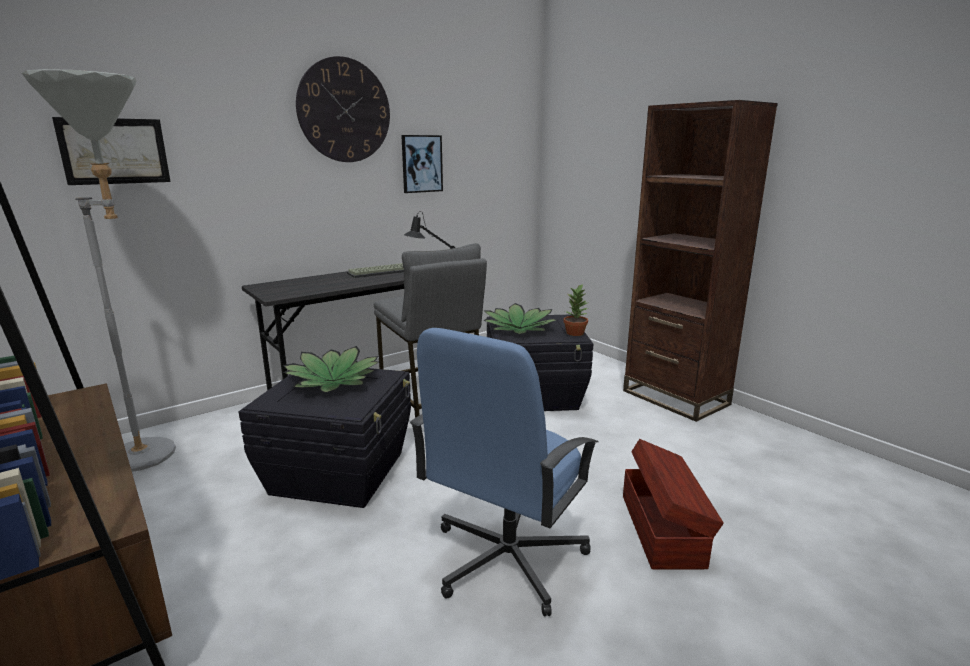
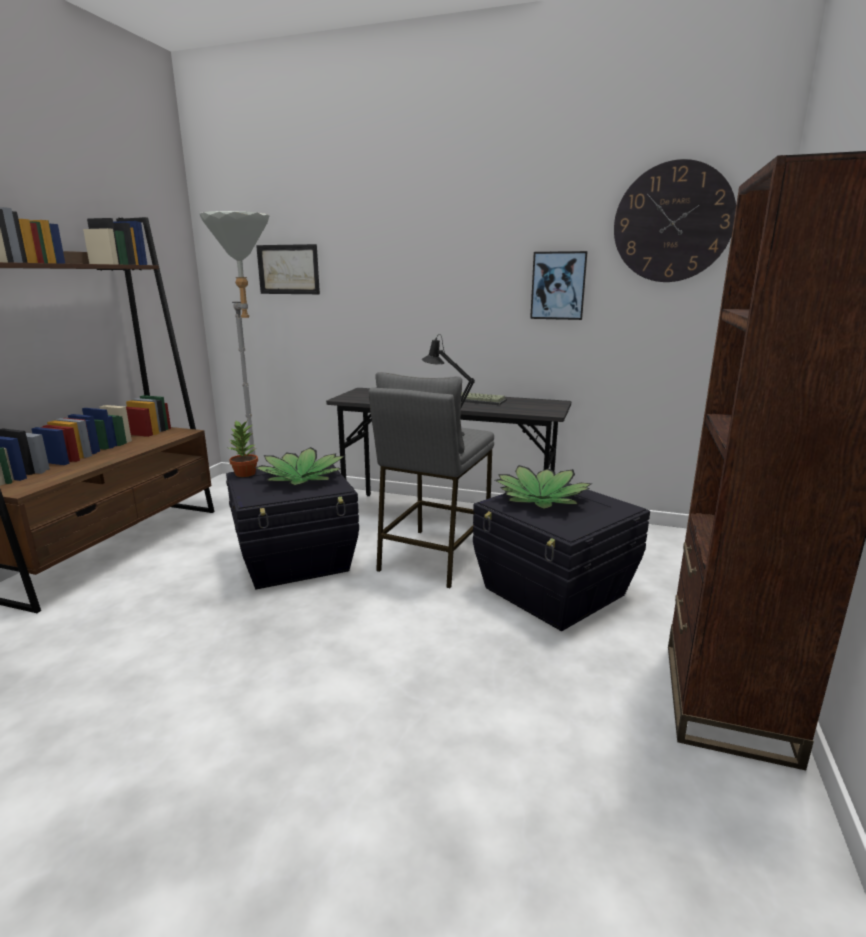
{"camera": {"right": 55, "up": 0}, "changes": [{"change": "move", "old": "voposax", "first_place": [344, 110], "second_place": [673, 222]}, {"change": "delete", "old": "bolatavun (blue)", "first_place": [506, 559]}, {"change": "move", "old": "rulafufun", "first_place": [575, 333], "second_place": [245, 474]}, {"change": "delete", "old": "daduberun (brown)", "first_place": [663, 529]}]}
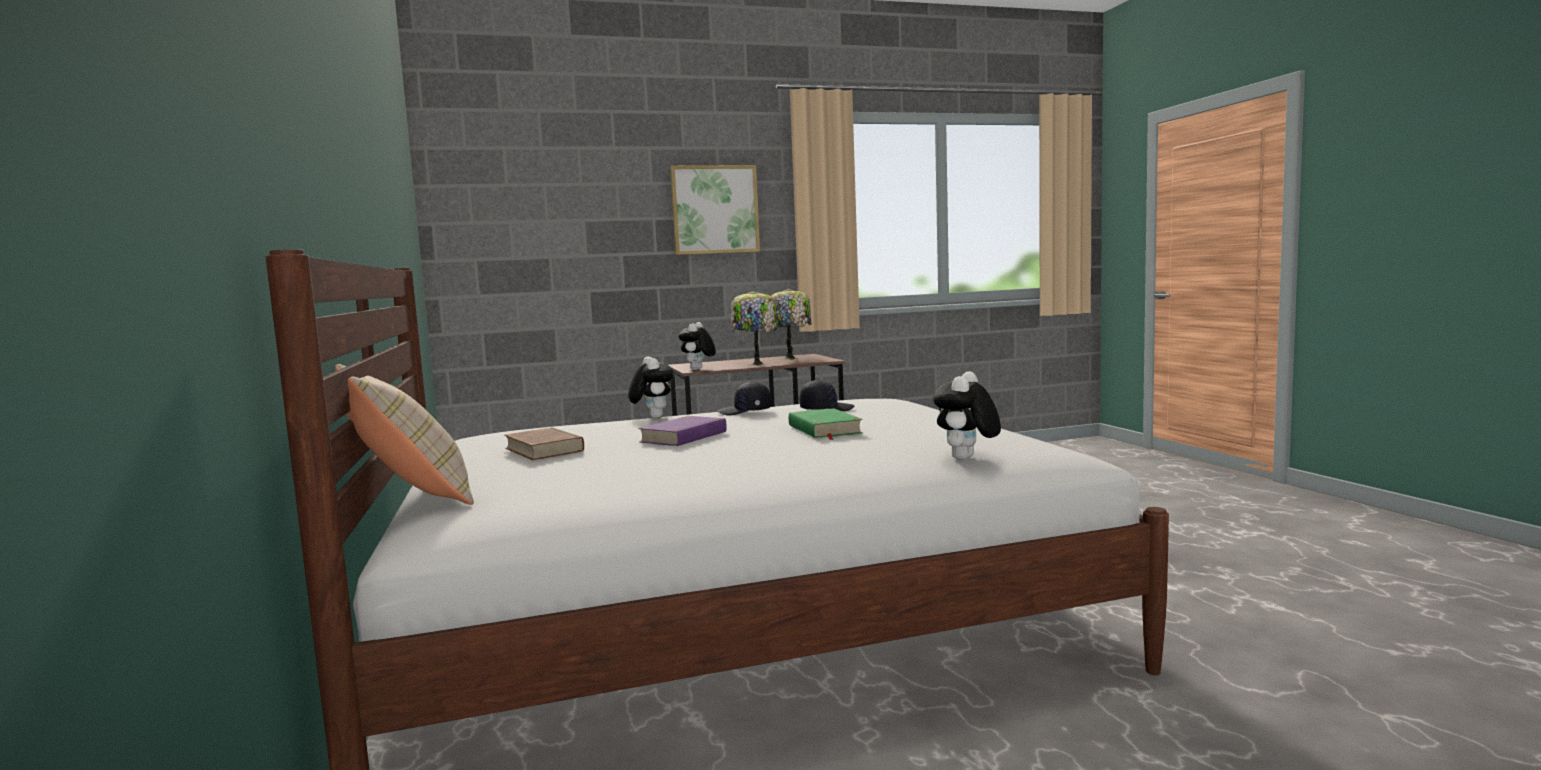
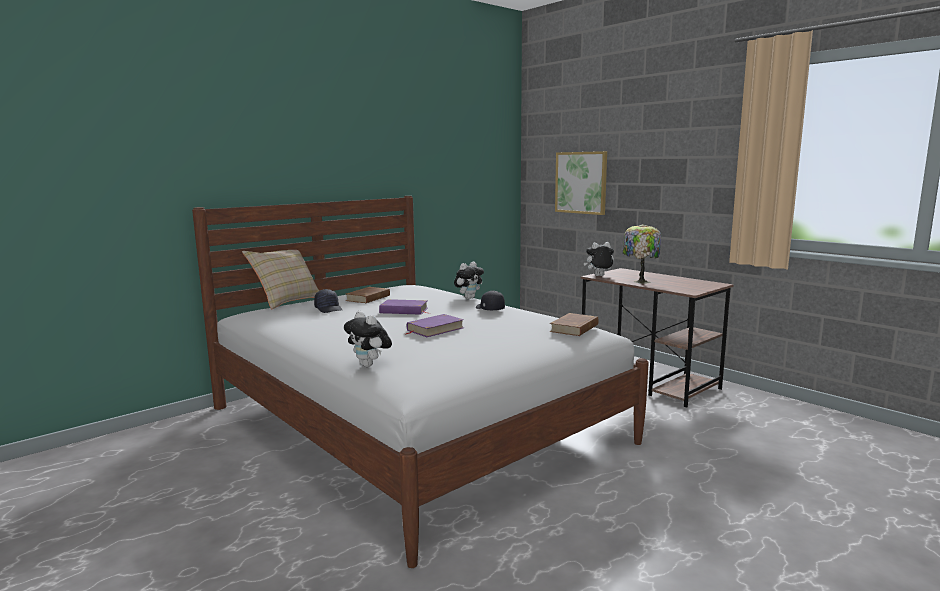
{"camera": {"right": 65, "up": 5}, "changes": [{"change": "move", "old": "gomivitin", "first_place": [715, 210], "second_place": [581, 182]}, {"change": "delete", "old": "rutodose", "first_place": [790, 359]}, {"change": "recolor", "old": "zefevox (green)", "new": "zefevox (purple)", "first_place": [824, 429], "second_place": [435, 329]}, {"change": "move", "old": "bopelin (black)", "first_place": [826, 409], "second_place": [329, 309]}, {"change": "rotate", "old": "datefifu", "first_place": [966, 459], "second_place": [369, 365], "degrees": -135}, {"change": "insert", "new": "zefevox (brown)", "second_place": [574, 328]}]}
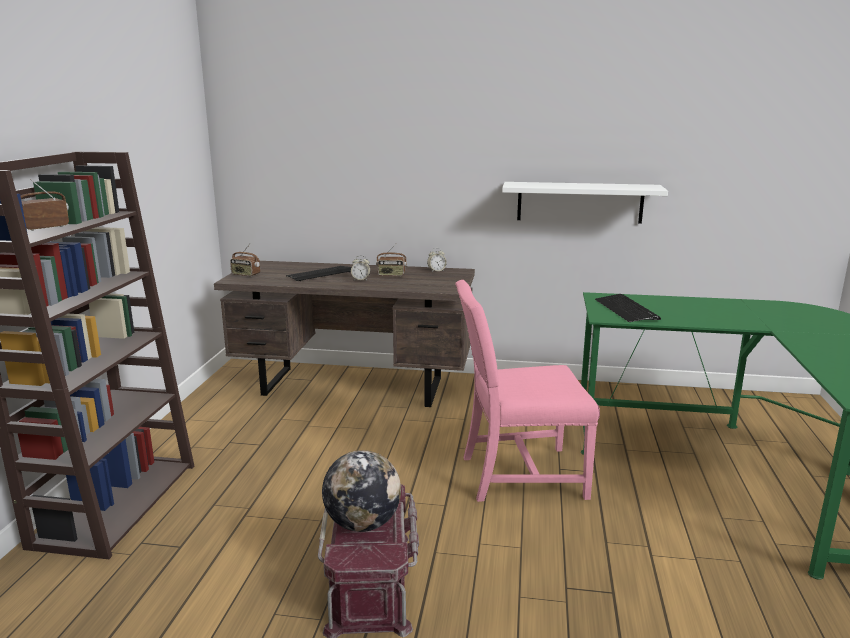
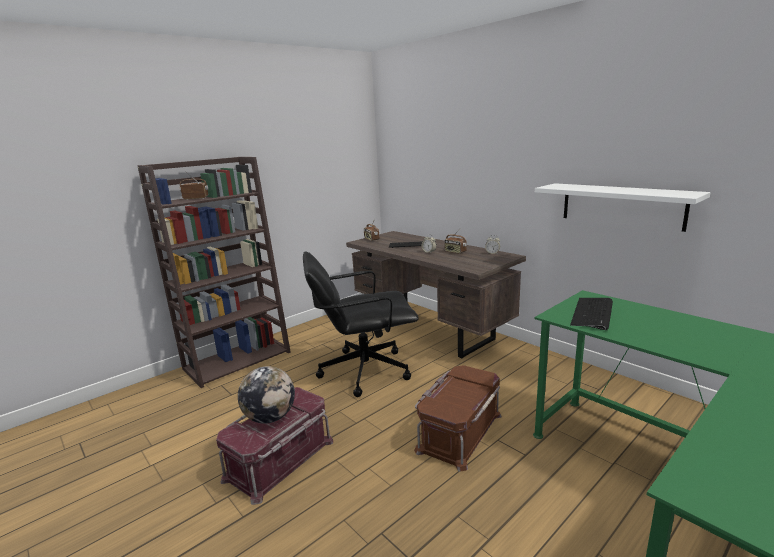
{"camera": {"right": 40, "up": 0}, "changes": [{"change": "replace", "old": "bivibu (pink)", "new": "daduberun (brown)", "first_place": [518, 475], "second_place": [458, 431]}, {"change": "insert", "new": "bolatavun (black)", "second_place": [363, 370]}]}
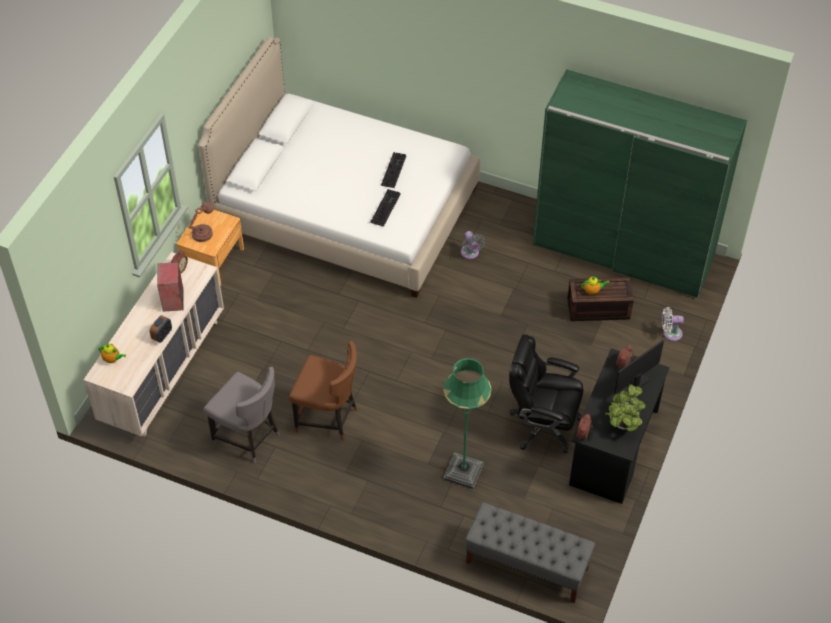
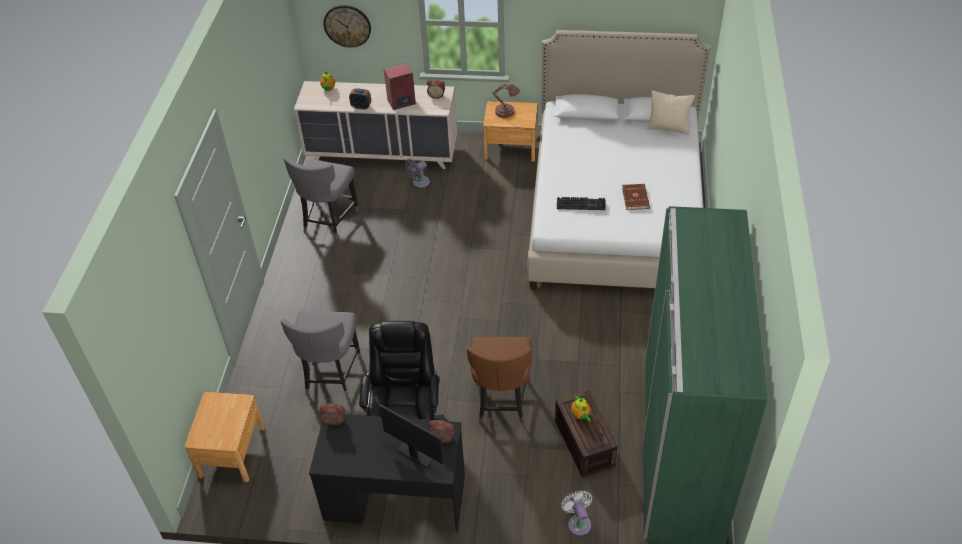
{"camera": {"right": 75, "up": -5}, "changes": [{"change": "move", "old": "bivibu (brown)", "first_place": [328, 419], "second_place": [501, 402]}, {"change": "replace", "old": "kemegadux", "new": "zefevox (brown)", "first_place": [393, 170], "second_place": [636, 198]}, {"change": "replace", "old": "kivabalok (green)", "new": "bivibu (grey)", "first_place": [463, 472], "second_place": [330, 376]}, {"change": "move", "old": "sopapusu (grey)", "first_place": [470, 253], "second_place": [419, 183]}, {"change": "replace", "old": "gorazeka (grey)", "new": "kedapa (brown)", "first_place": [526, 565], "second_place": [232, 452]}, {"change": "delete", "old": "rulafufun", "first_place": [622, 424]}, {"change": "insert", "new": "voposax", "second_place": [347, 25]}, {"change": "insert", "new": "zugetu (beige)", "second_place": [668, 128]}]}
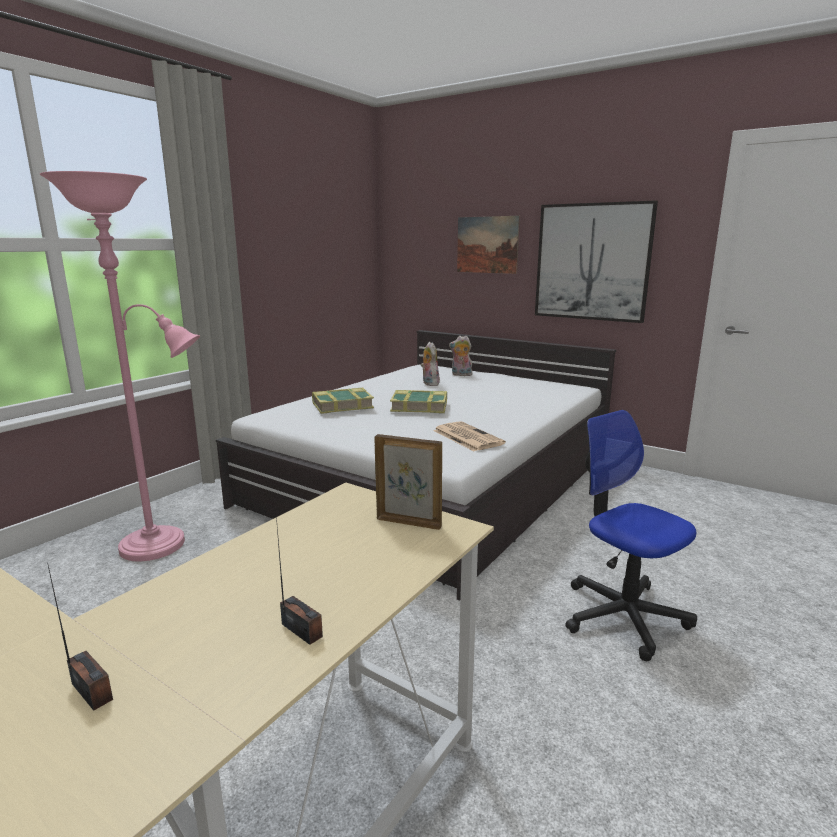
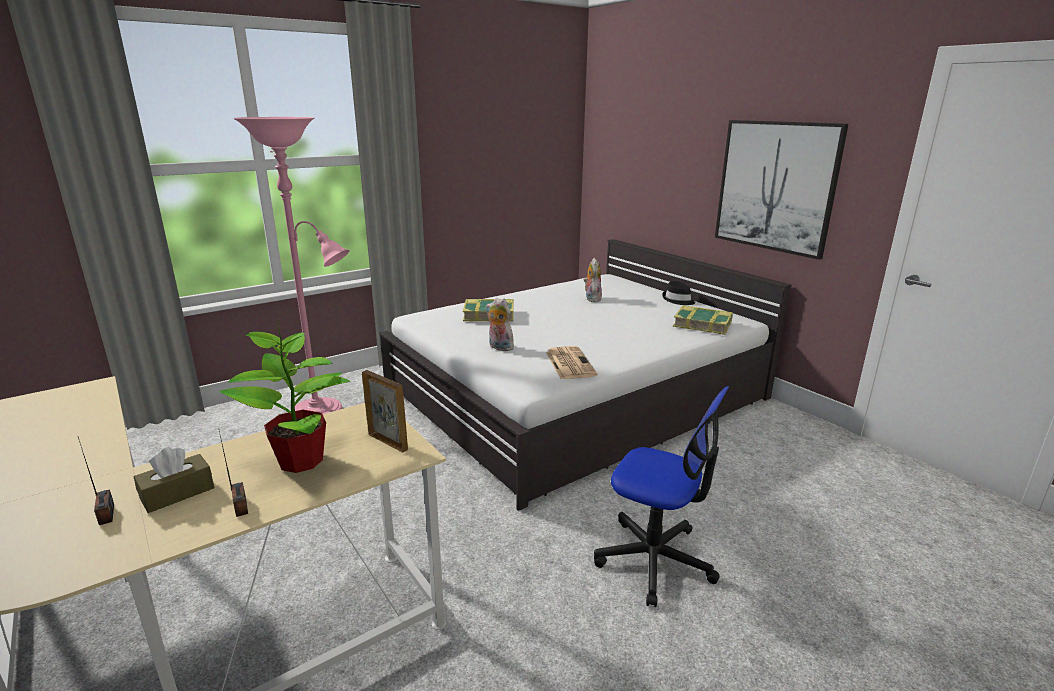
{"camera": {"right": 20, "up": 5}, "changes": [{"change": "move", "old": "zefevox", "first_place": [419, 407], "second_place": [702, 324]}, {"change": "move", "old": "datefifu", "first_place": [461, 375], "second_place": [499, 347]}, {"change": "delete", "old": "gomivitin", "first_place": [487, 245]}, {"change": "rotate", "old": "bolatavun", "first_place": [623, 616], "second_place": [655, 560], "degrees": 135}, {"change": "insert", "new": "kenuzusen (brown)", "second_place": [177, 493]}, {"change": "insert", "new": "rulafufun", "second_place": [302, 461]}, {"change": "insert", "new": "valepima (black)", "second_place": [678, 300]}]}
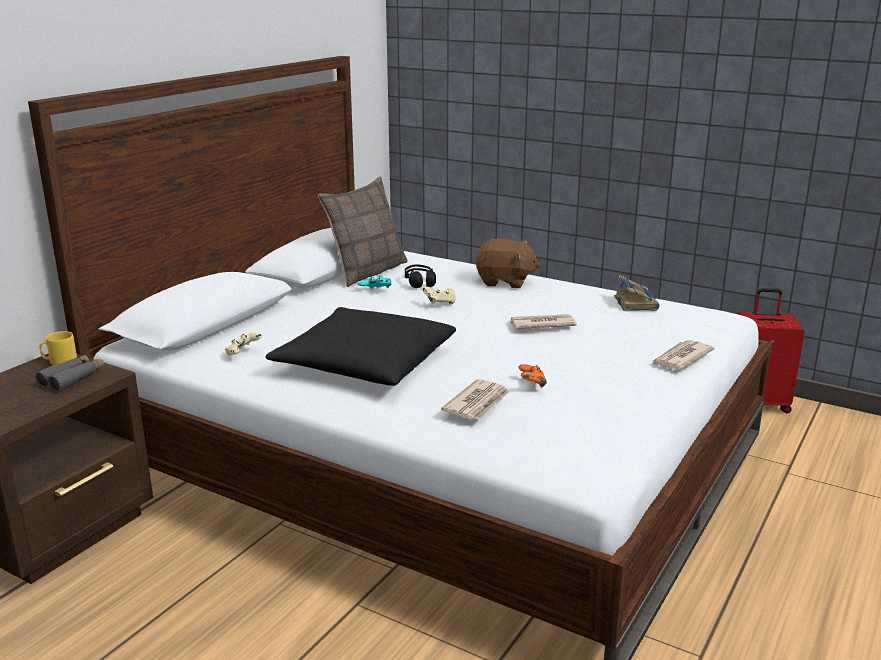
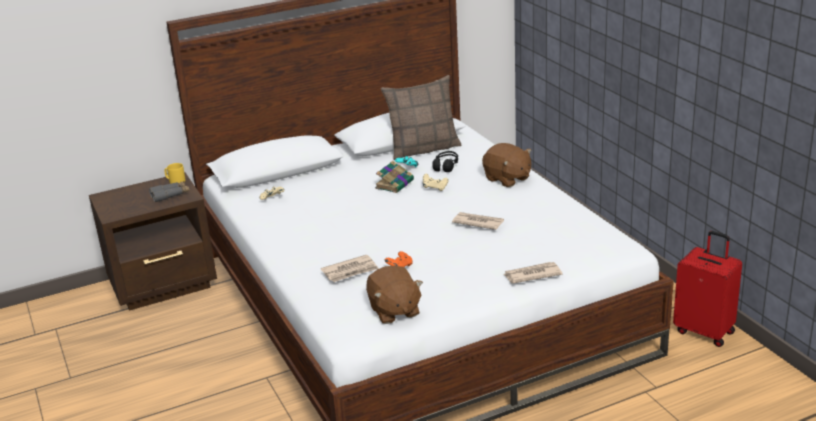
{"camera": {"right": 35, "up": 5}, "changes": [{"change": "delete", "old": "zugetu (black)", "first_place": [365, 363]}, {"change": "move", "old": "zefevox", "first_place": [635, 303], "second_place": [395, 184]}, {"change": "insert", "new": "datefifu (brown)", "second_place": [394, 311]}]}
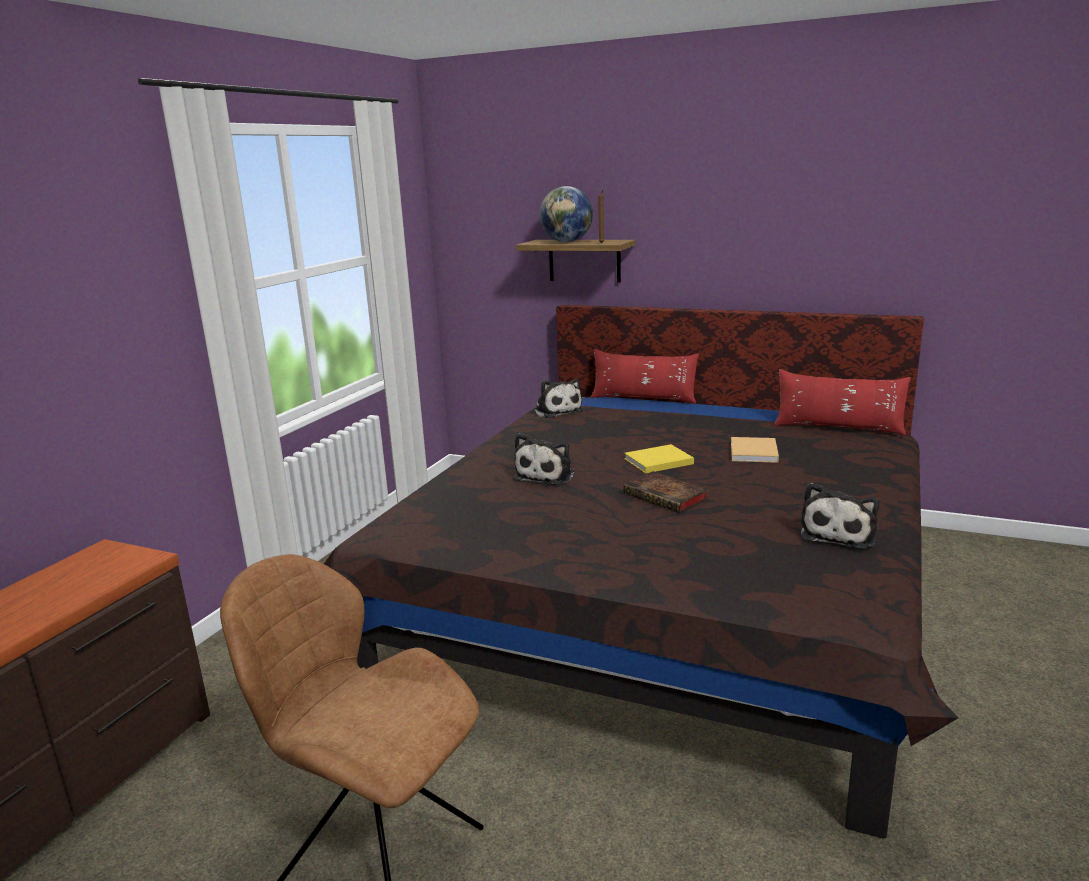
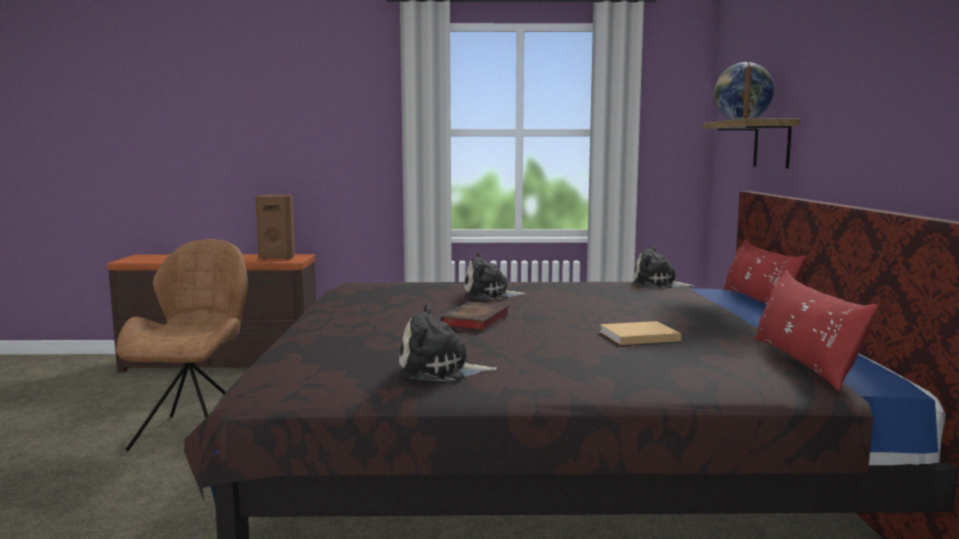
{"camera": {"right": 65, "up": -10}, "changes": [{"change": "rotate", "old": "datefifu", "first_place": [556, 411], "second_place": [658, 284], "degrees": 75}, {"change": "delete", "old": "zefevox (yellow)", "first_place": [656, 461]}, {"change": "insert", "new": "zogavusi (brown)", "second_place": [278, 258]}]}
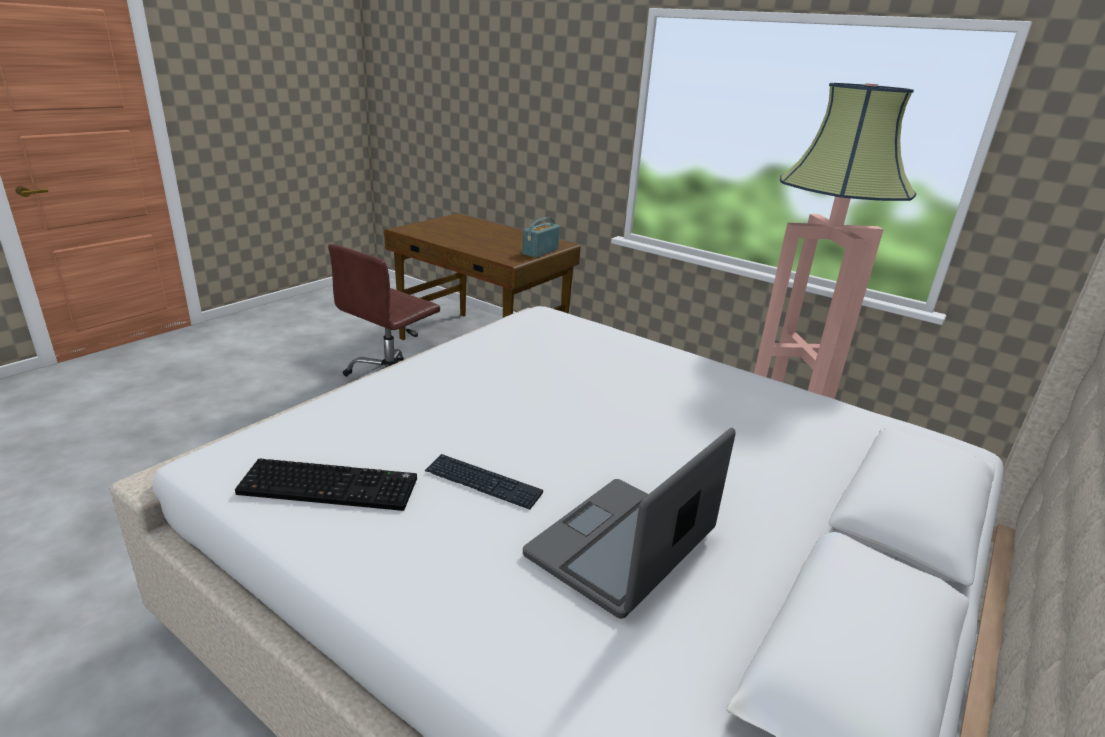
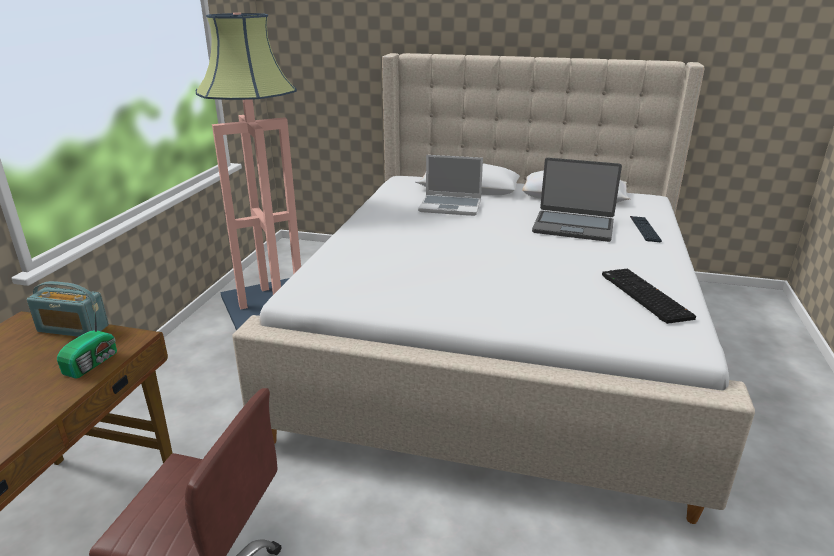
{"camera": {"right": -110, "up": 0}, "changes": [{"change": "move", "old": "kemegadux", "first_place": [482, 483], "second_place": [644, 229]}, {"change": "insert", "new": "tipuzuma", "second_place": [93, 363]}, {"change": "insert", "new": "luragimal", "second_place": [451, 206]}]}
